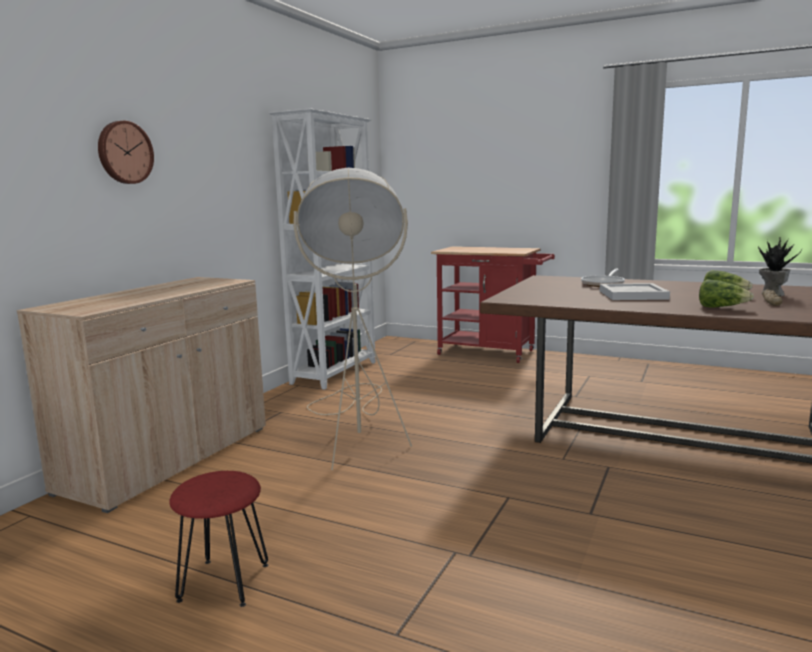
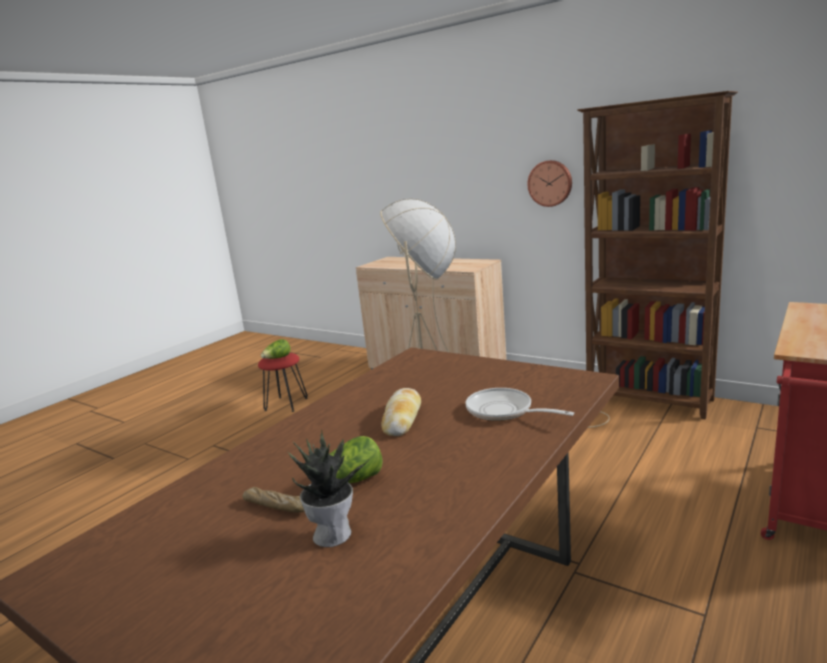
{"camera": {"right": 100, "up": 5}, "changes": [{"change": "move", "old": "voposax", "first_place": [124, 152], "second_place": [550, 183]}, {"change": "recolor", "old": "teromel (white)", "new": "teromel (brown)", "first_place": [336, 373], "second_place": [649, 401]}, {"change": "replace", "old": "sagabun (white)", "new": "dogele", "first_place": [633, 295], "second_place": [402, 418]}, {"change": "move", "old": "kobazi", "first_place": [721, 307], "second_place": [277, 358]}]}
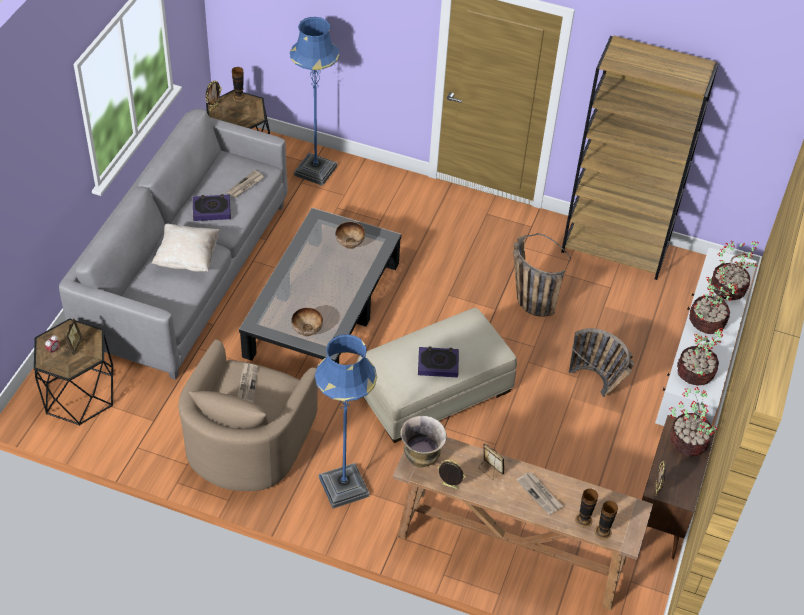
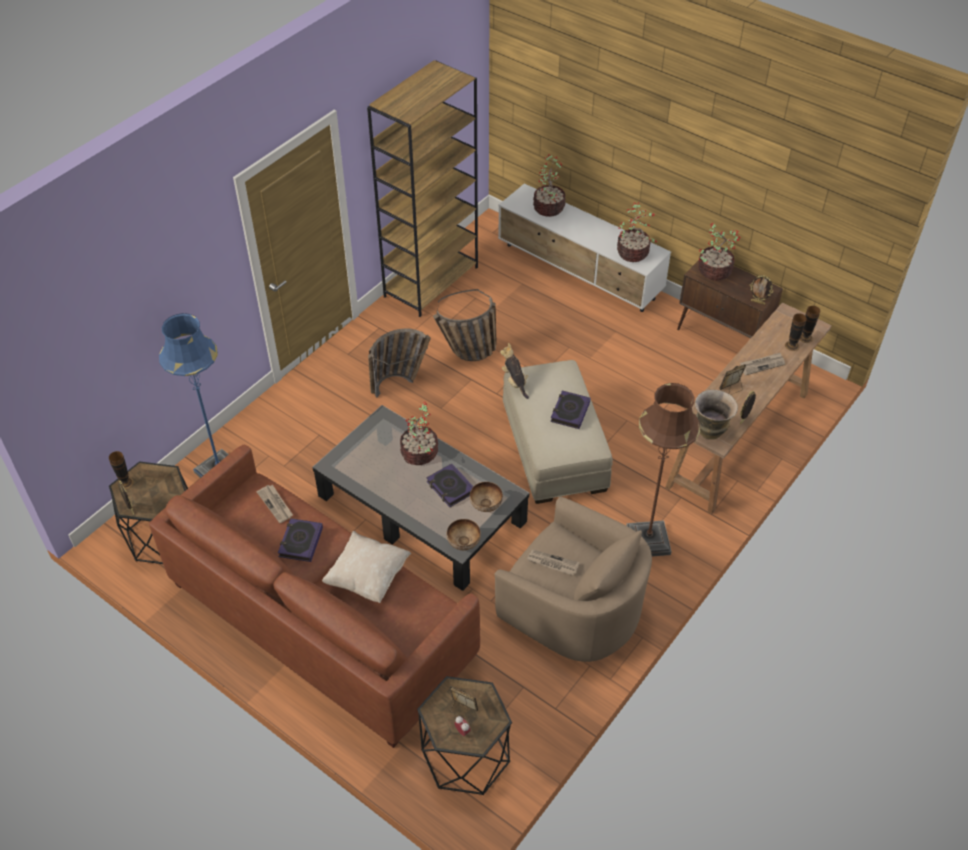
{"camera": {"right": -70, "up": 0}, "changes": [{"change": "recolor", "old": "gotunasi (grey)", "new": "gotunasi (brown)", "first_place": [185, 273], "second_place": [321, 620]}, {"change": "recolor", "old": "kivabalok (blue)", "new": "kivabalok (brown)", "first_place": [344, 487], "second_place": [648, 540]}, {"change": "move", "old": "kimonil", "first_place": [349, 244], "second_place": [463, 544]}, {"change": "move", "old": "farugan", "first_place": [598, 386], "second_place": [400, 382]}, {"change": "move", "old": "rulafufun", "first_place": [706, 322], "second_place": [420, 454]}, {"change": "insert", "new": "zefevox", "second_place": [450, 487]}, {"change": "insert", "new": "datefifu", "second_place": [515, 382]}]}
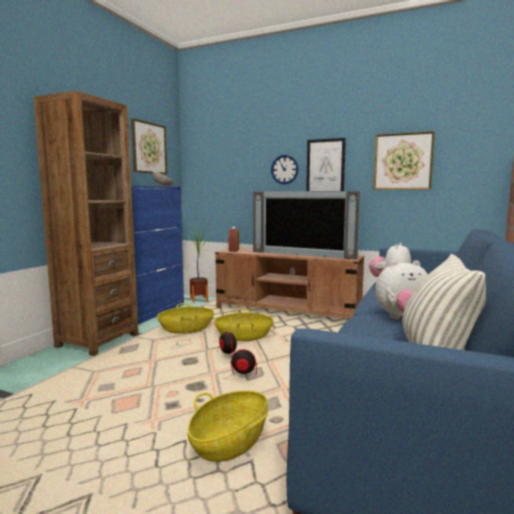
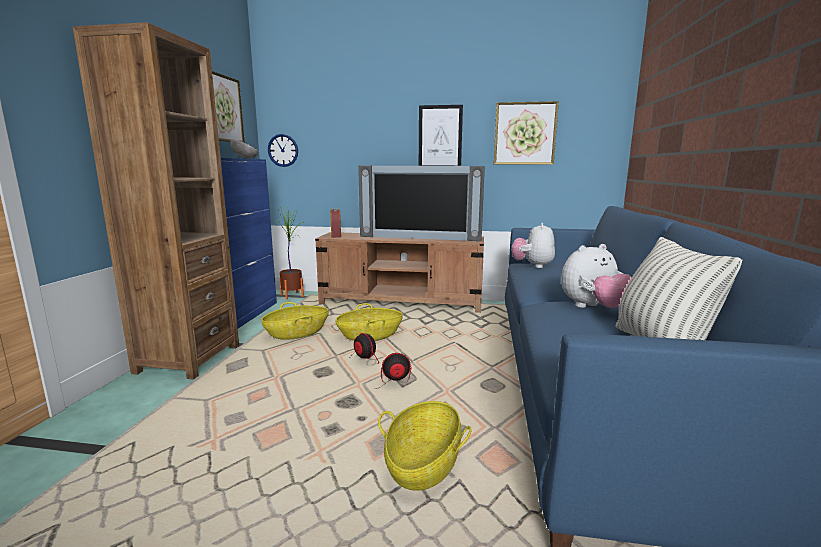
{"camera": {"right": -15, "up": 5}, "changes": [{"change": "move", "old": "voposax", "first_place": [284, 169], "second_place": [283, 150]}]}
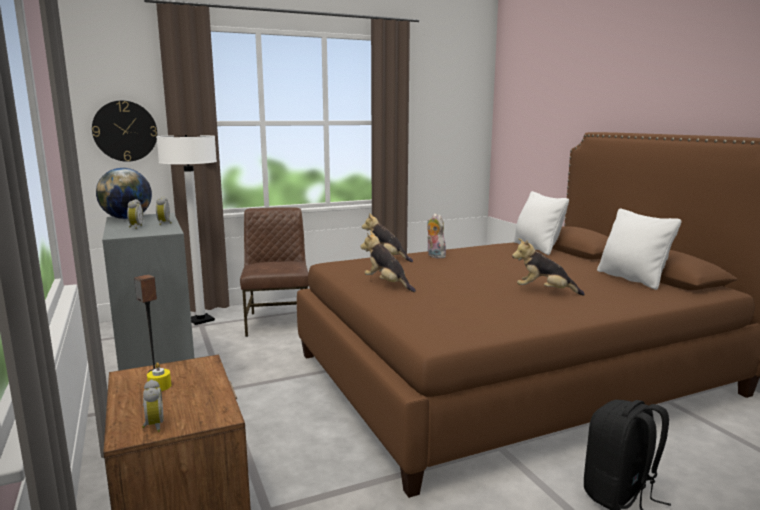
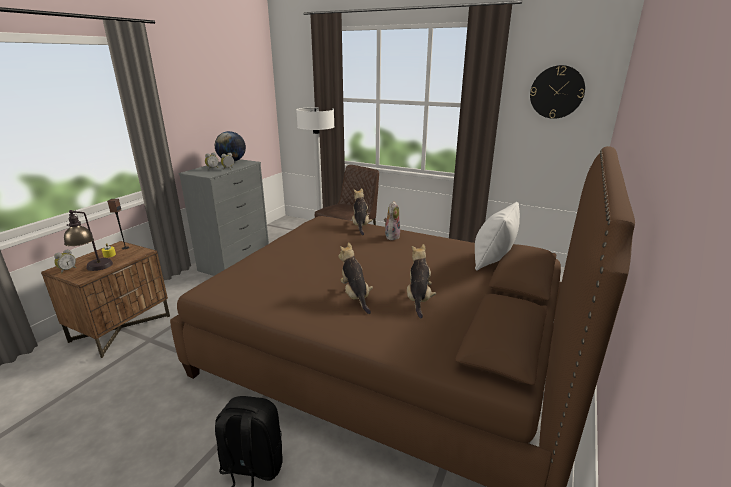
{"camera": {"right": 50, "up": 10}, "changes": [{"change": "move", "old": "voposax", "first_place": [125, 131], "second_place": [556, 92]}, {"change": "move", "old": "datefifu", "first_place": [387, 284], "second_place": [418, 299]}, {"change": "delete", "old": "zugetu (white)", "first_place": [632, 279]}, {"change": "insert", "new": "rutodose", "second_place": [94, 269]}]}
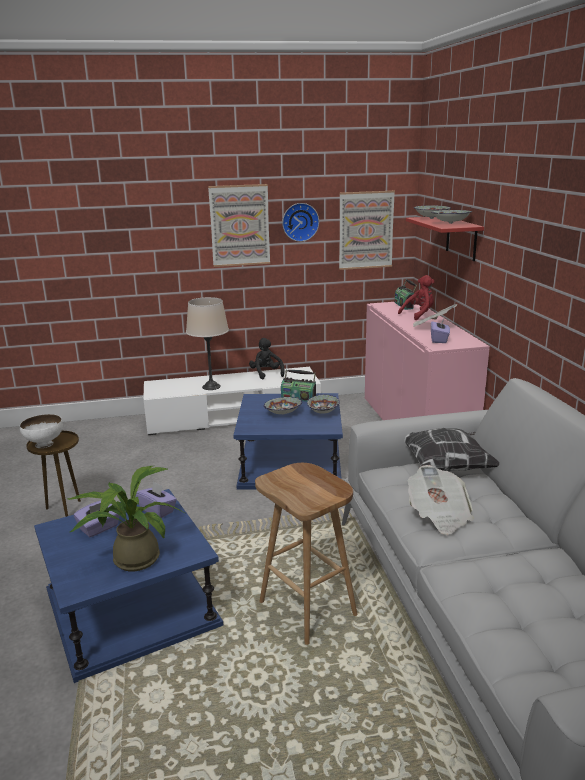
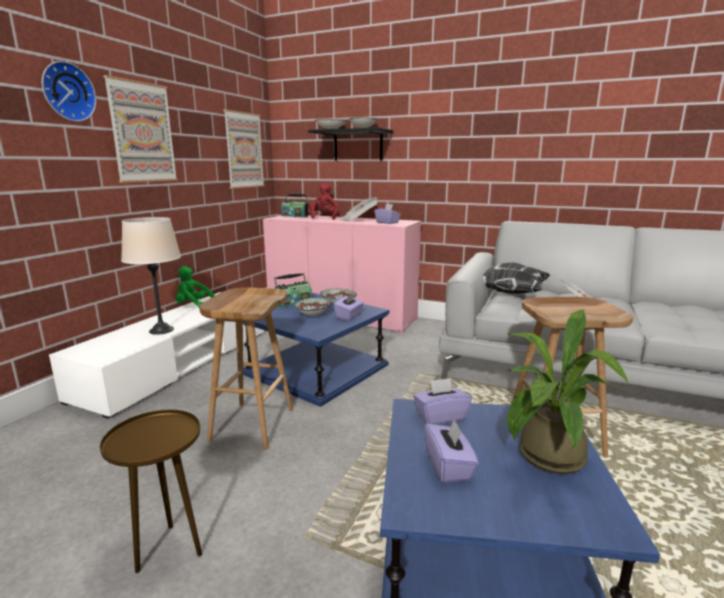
{"camera": {"right": -55, "up": -5}, "changes": [{"change": "delete", "old": "kimonil (white)", "first_place": [45, 444]}, {"change": "recolor", "old": "datefifu (black)", "new": "datefifu (green)", "first_place": [266, 373], "second_place": [194, 306]}, {"change": "move", "old": "voposax", "first_place": [300, 222], "second_place": [67, 92]}, {"change": "recolor", "old": "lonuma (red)", "new": "lonuma (black)", "first_place": [461, 238], "second_place": [358, 145]}, {"change": "insert", "new": "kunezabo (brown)", "second_place": [252, 424]}, {"change": "insert", "new": "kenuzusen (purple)", "second_place": [349, 316]}]}
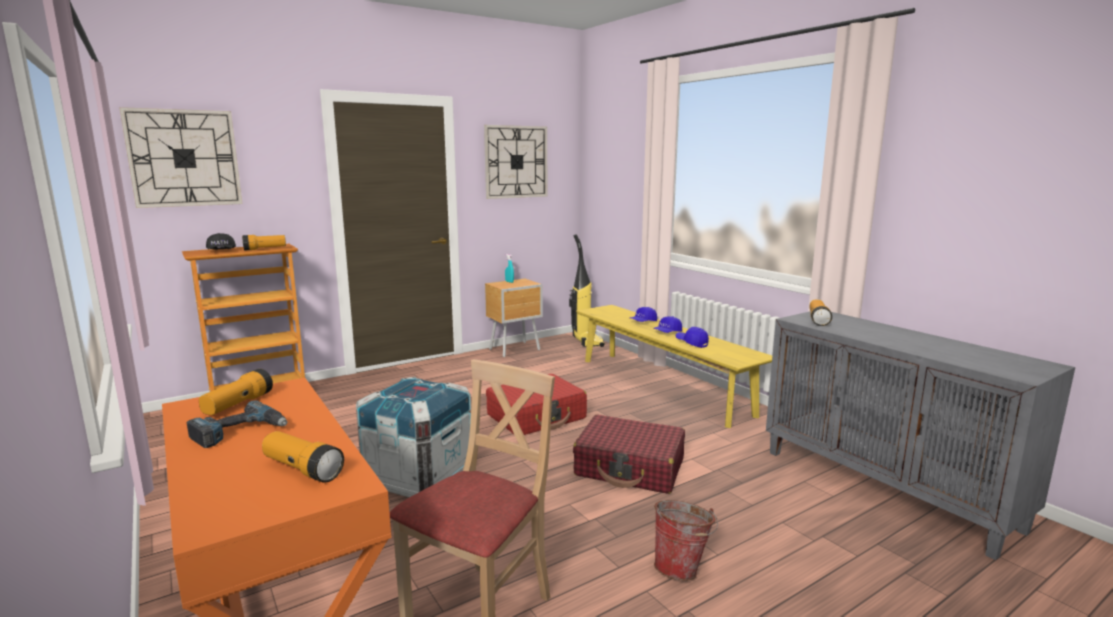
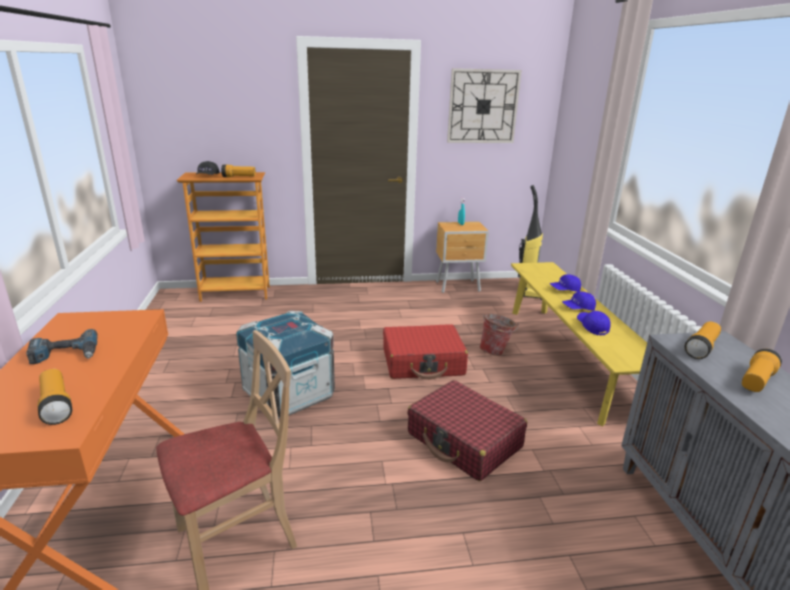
{"camera": {"right": 25, "up": 10}, "changes": [{"change": "delete", "old": "voposax", "first_place": [184, 158]}, {"change": "move", "old": "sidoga", "first_place": [238, 405], "second_place": [756, 381]}, {"change": "move", "old": "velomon", "first_place": [682, 568], "second_place": [496, 351]}]}
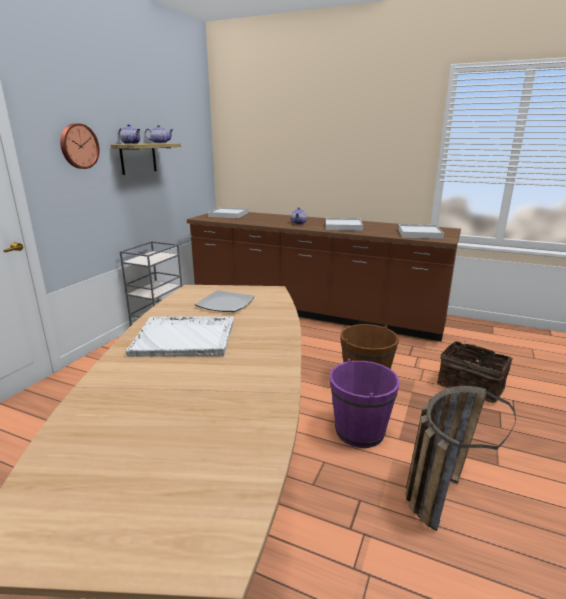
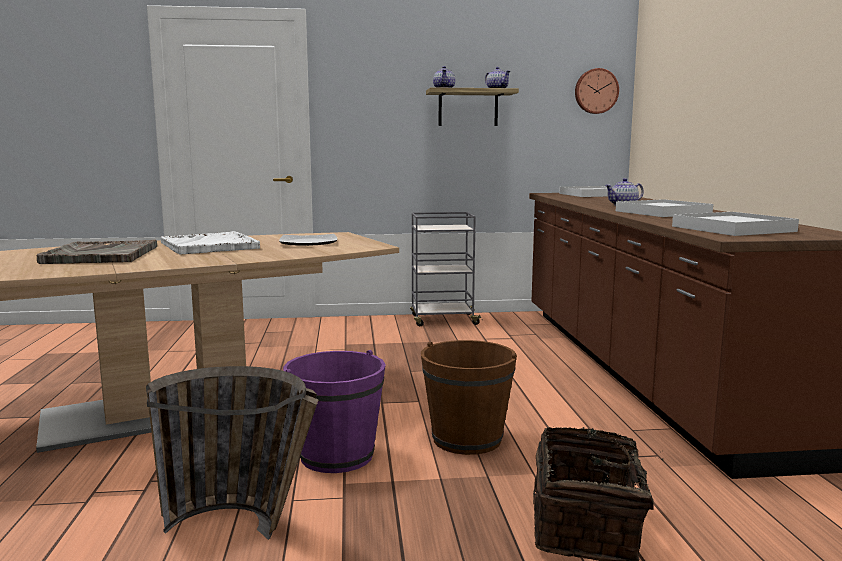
{"camera": {"right": 60, "up": -10}, "changes": [{"change": "move", "old": "voposax", "first_place": [78, 146], "second_place": [596, 91]}, {"change": "insert", "new": "sagabun (grey)", "second_place": [101, 255]}]}
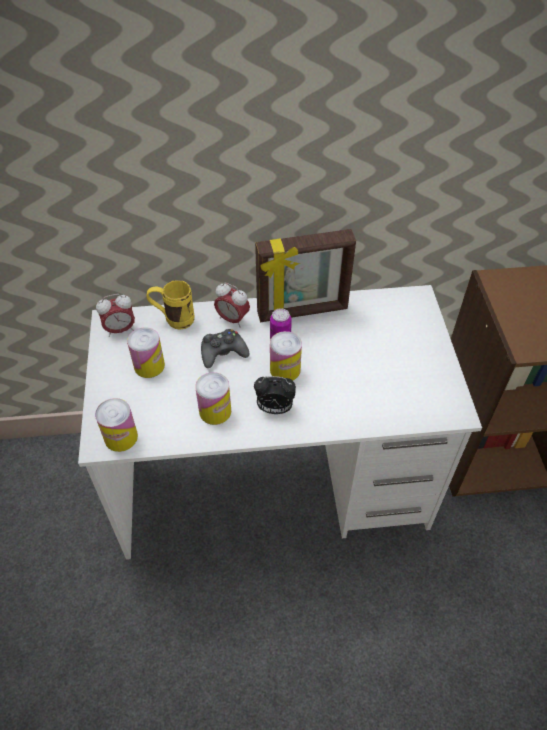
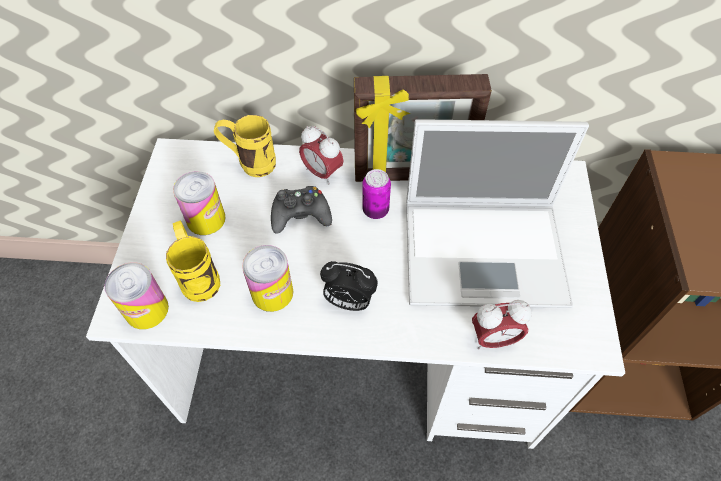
{"camera": {"right": 10, "up": 5}, "changes": [{"change": "move", "old": "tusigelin", "first_place": [120, 330], "second_place": [493, 338]}, {"change": "delete", "old": "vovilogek", "first_place": [285, 369]}, {"change": "insert", "new": "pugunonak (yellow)", "second_place": [199, 276]}, {"change": "insert", "new": "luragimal", "second_place": [487, 252]}]}
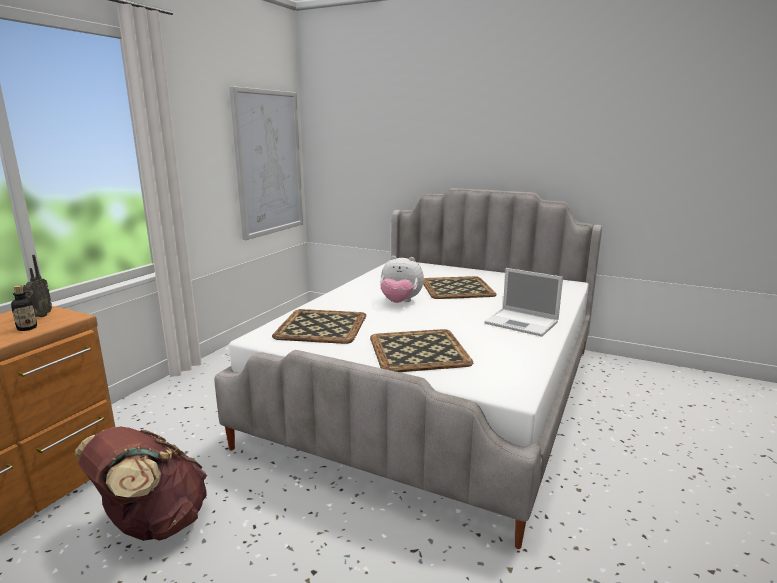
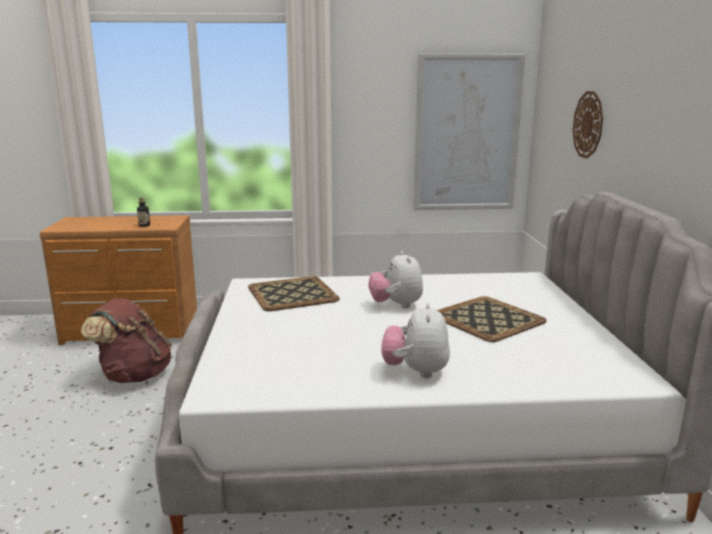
{"camera": {"right": 60, "up": 0}, "changes": [{"change": "delete", "old": "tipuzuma", "first_place": [39, 316]}, {"change": "delete", "old": "sagabun", "first_place": [419, 351]}, {"change": "replace", "old": "luragimal", "new": "datefifu", "first_place": [523, 323], "second_place": [415, 372]}, {"change": "insert", "new": "voposax", "second_place": [588, 124]}]}
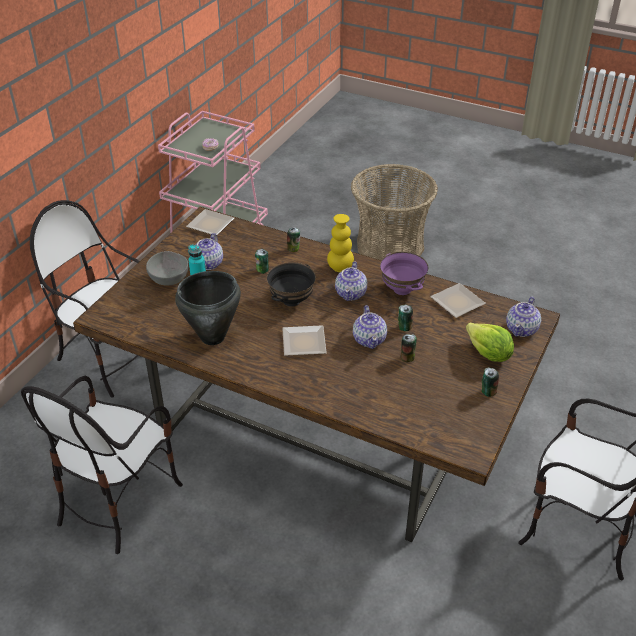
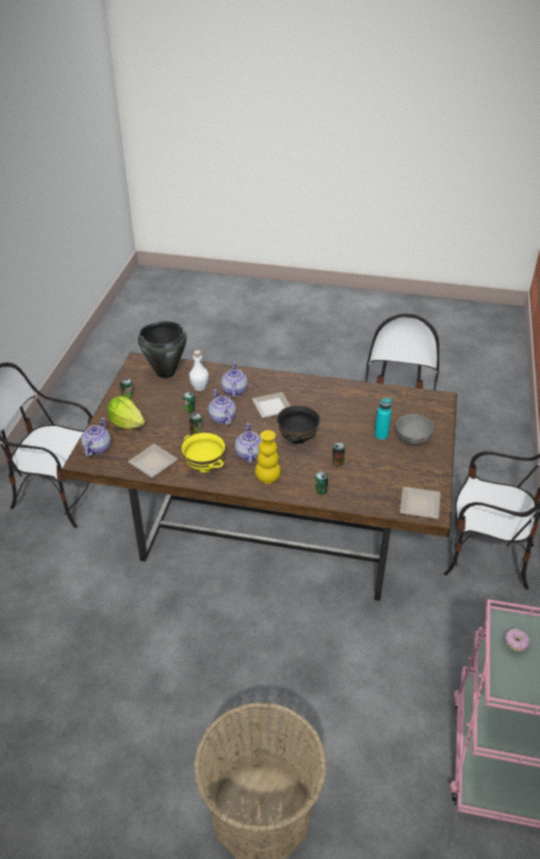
{"camera": {"right": 165, "up": 0}, "changes": [{"change": "move", "old": "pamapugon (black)", "first_place": [213, 337], "second_place": [165, 372]}, {"change": "move", "old": "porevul", "first_place": [209, 263], "second_place": [234, 390]}, {"change": "recolor", "old": "kimonil (purple)", "new": "kimonil (yellow)", "first_place": [402, 289], "second_place": [204, 466]}, {"change": "insert", "new": "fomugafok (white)", "second_place": [199, 387]}]}
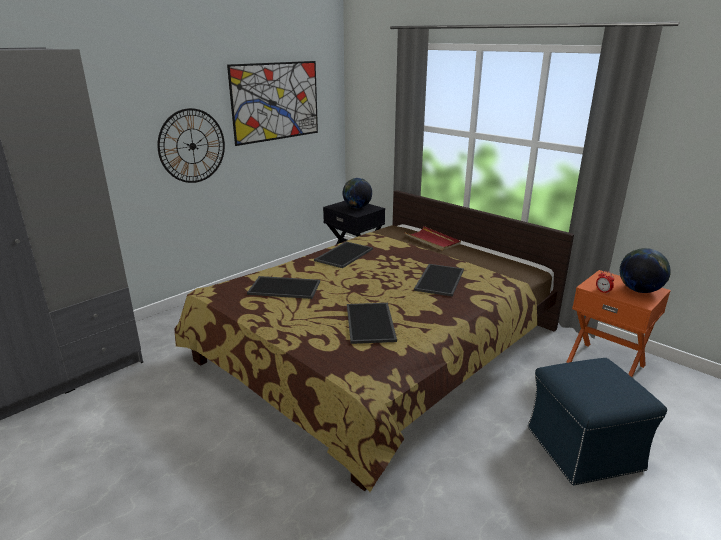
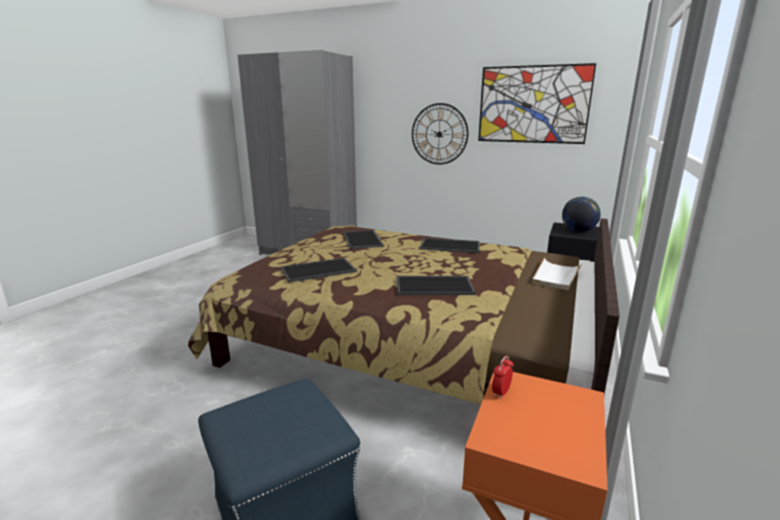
{"camera": {"right": 70, "up": -5}, "changes": [{"change": "recolor", "old": "sagabun (red)", "new": "sagabun (white)", "first_place": [432, 240], "second_place": [556, 276]}, {"change": "delete", "old": "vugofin", "first_place": [639, 290]}]}
